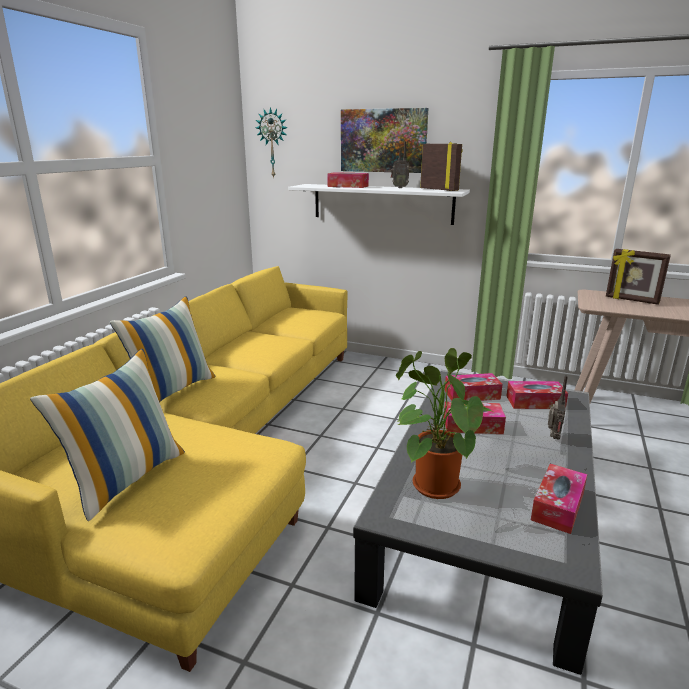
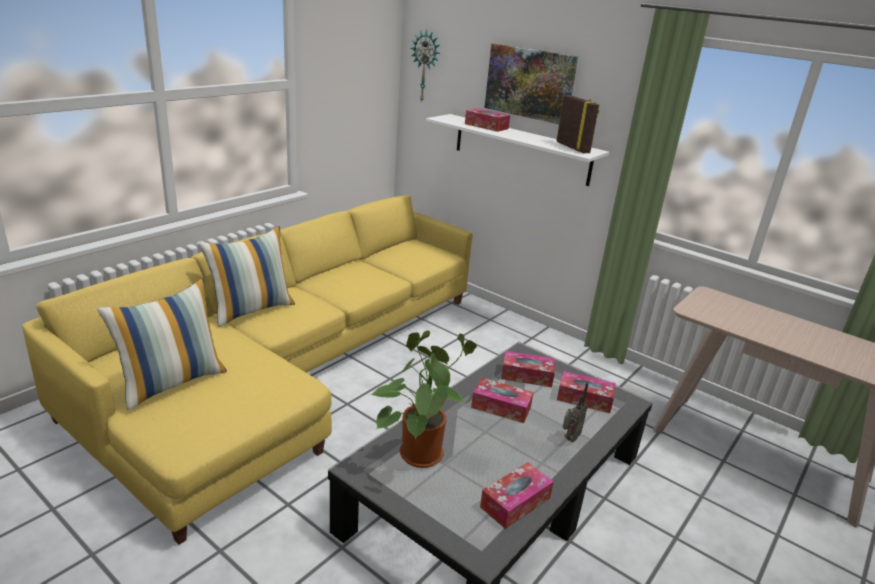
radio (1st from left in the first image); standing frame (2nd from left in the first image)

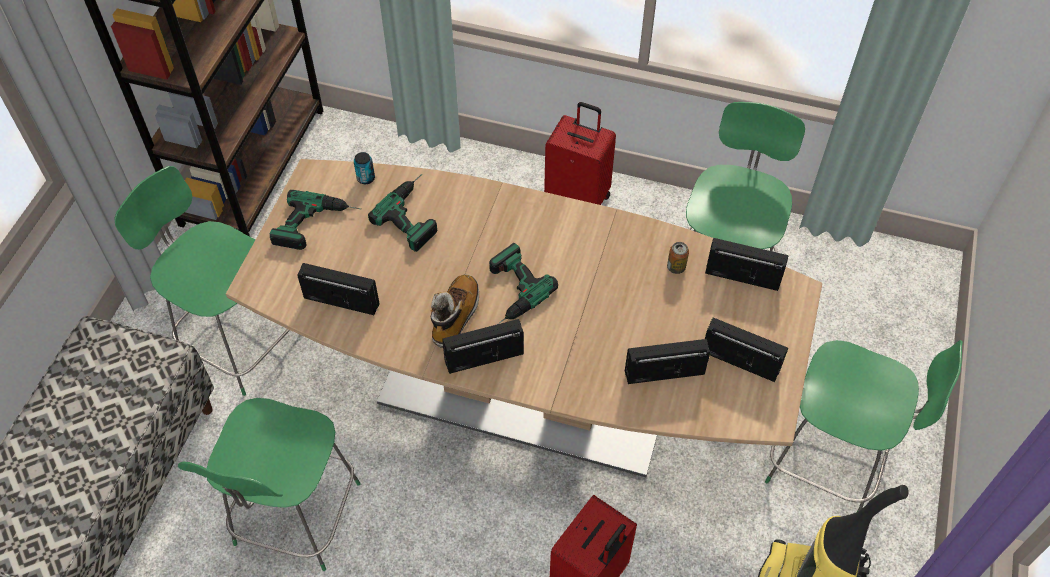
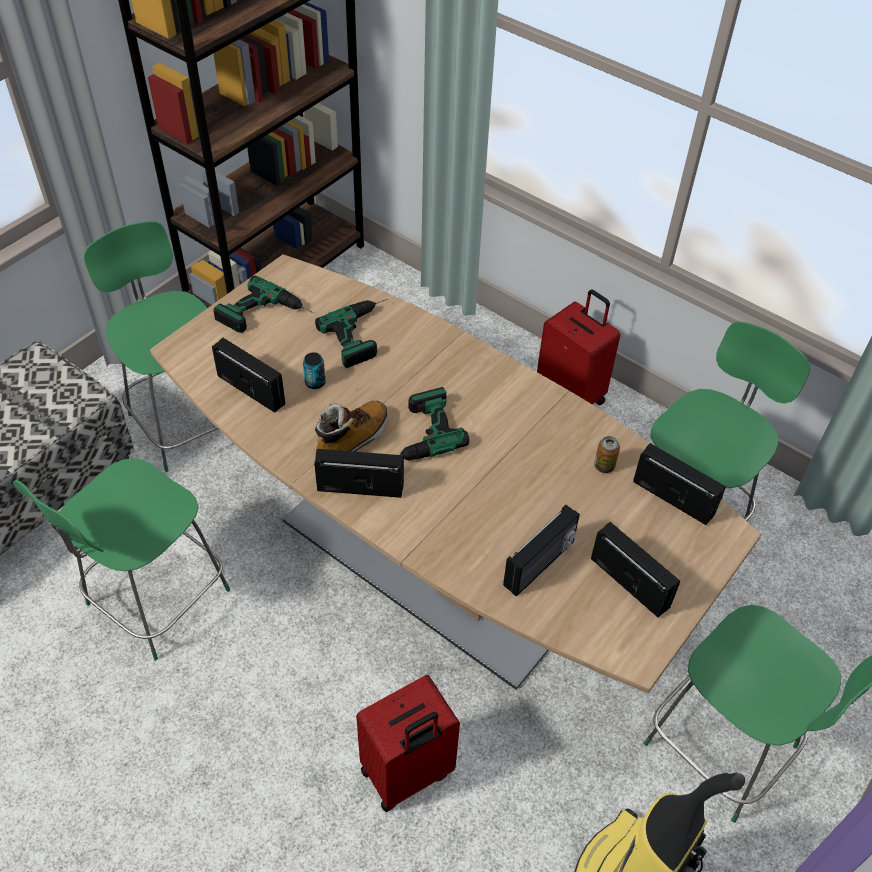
can (1st from left); radio (3rd from left)

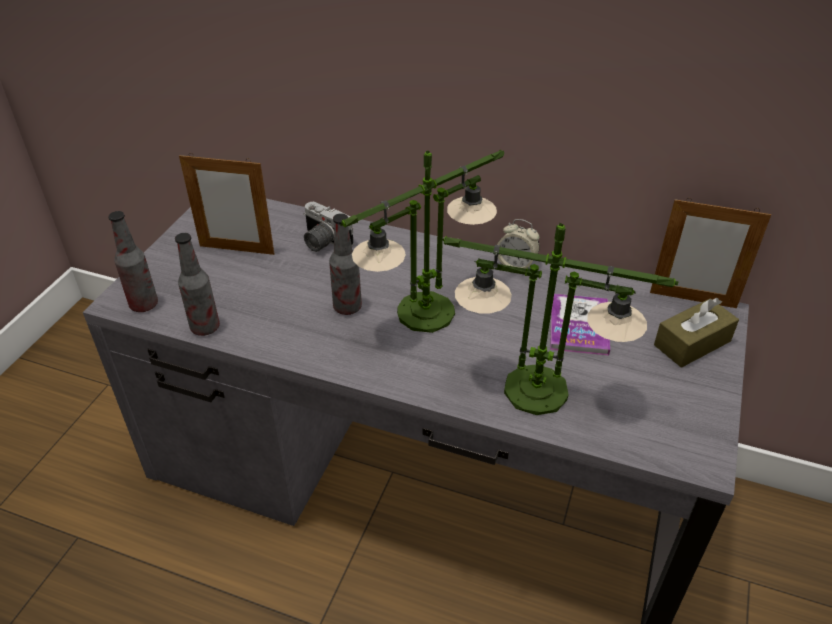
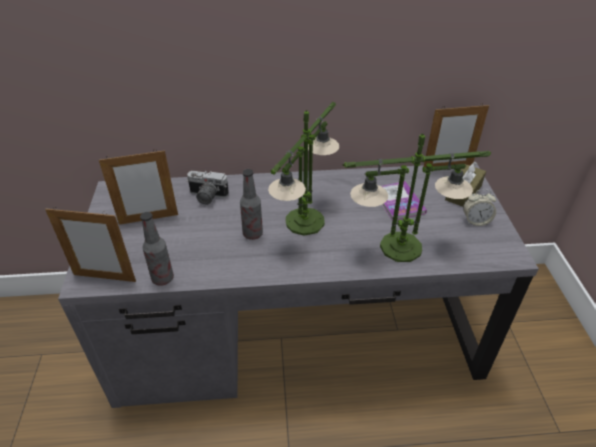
table clock; standing frame (1st from left)

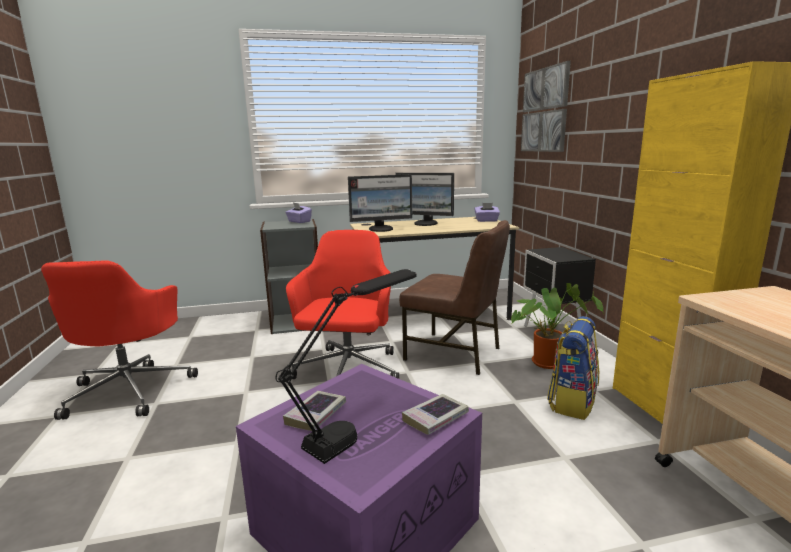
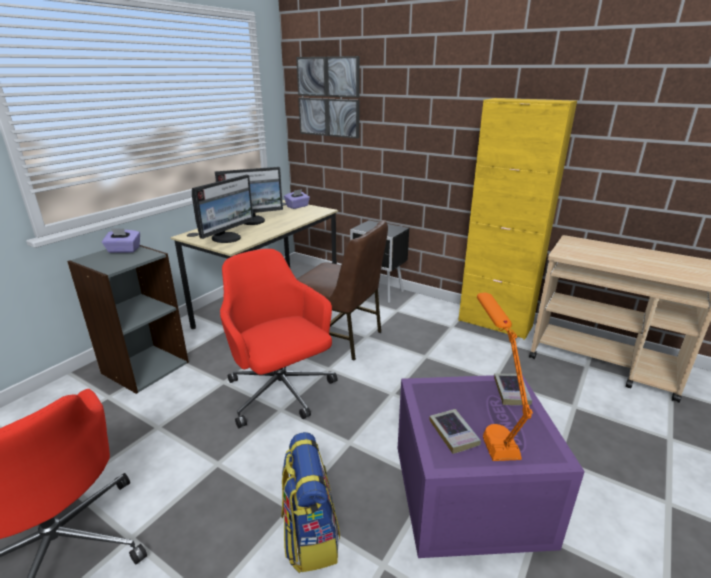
potted plant; backpack; lamp for a table (orangey); upright chair (brown)

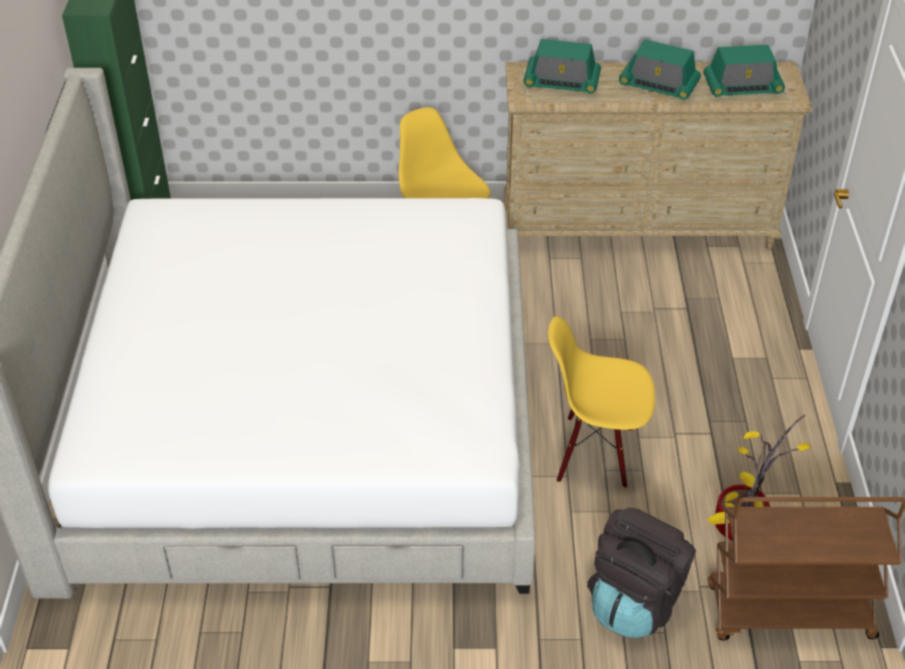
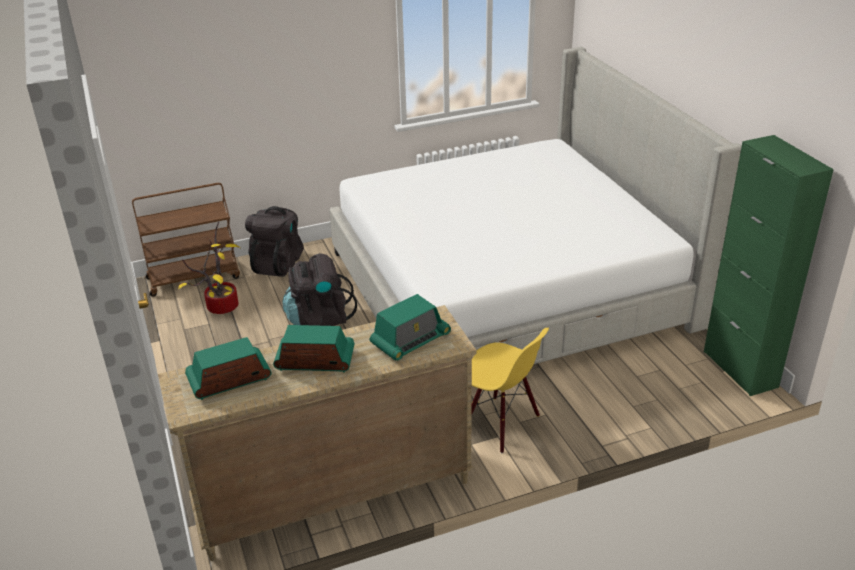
backpack (blackish) (2nd from left); radio (3rd from left)

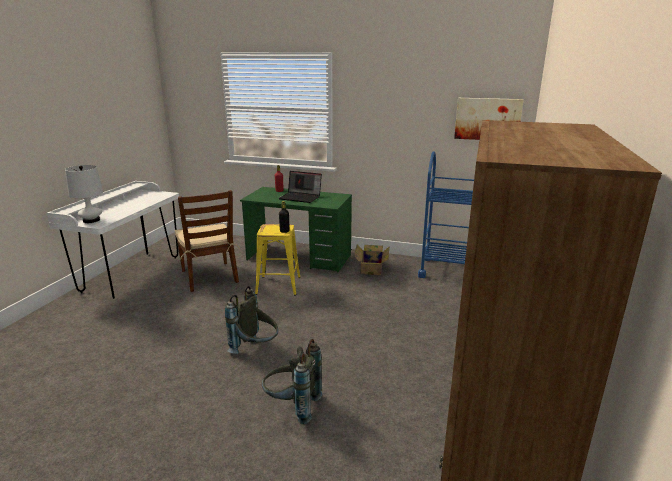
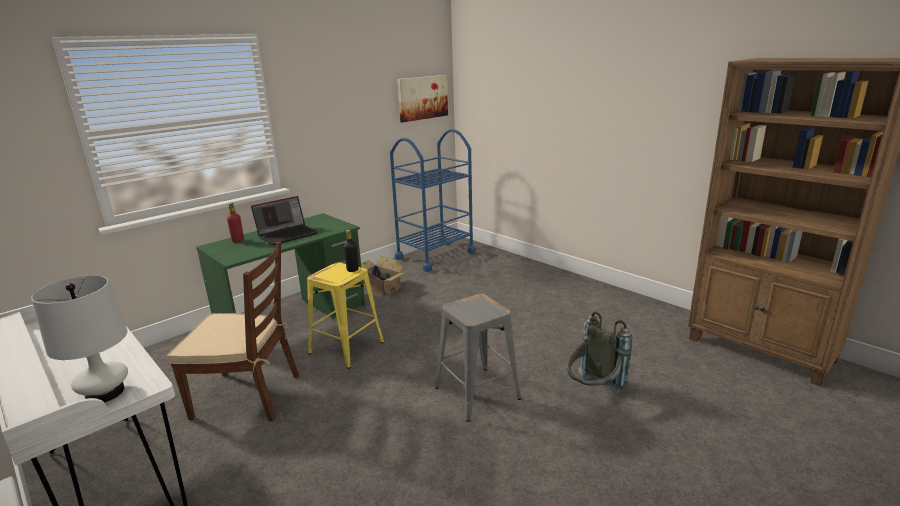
stool (grey)

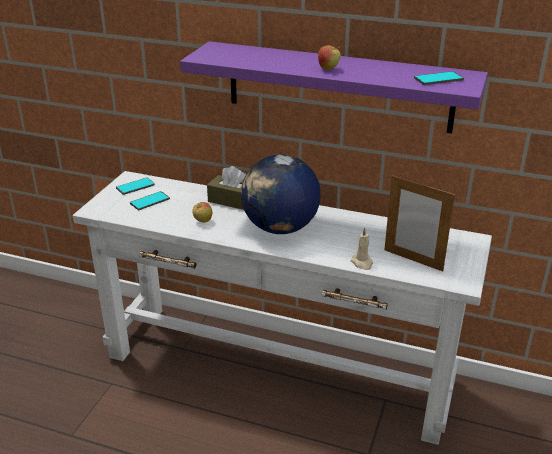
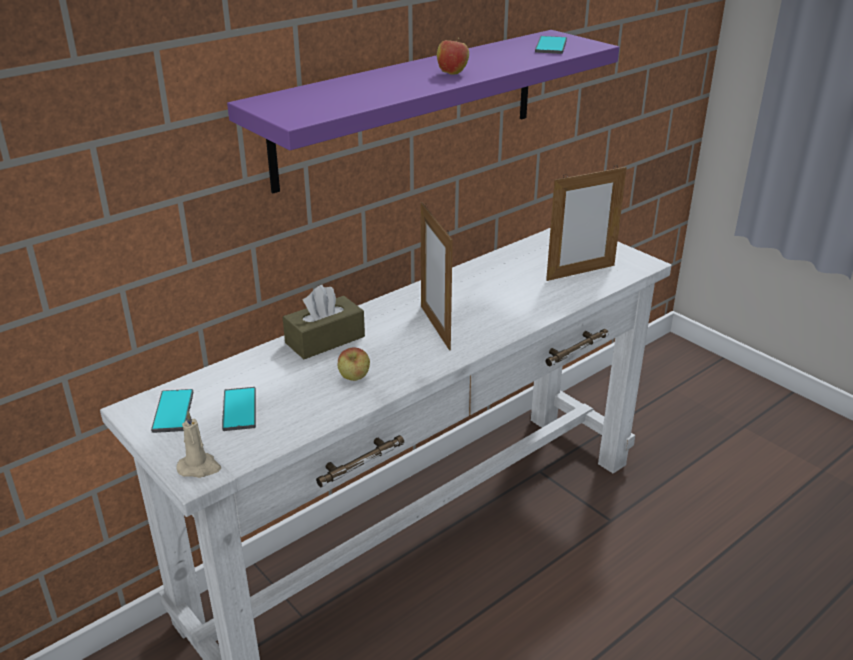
candle (beige-coloured); standing frame (1st from left)

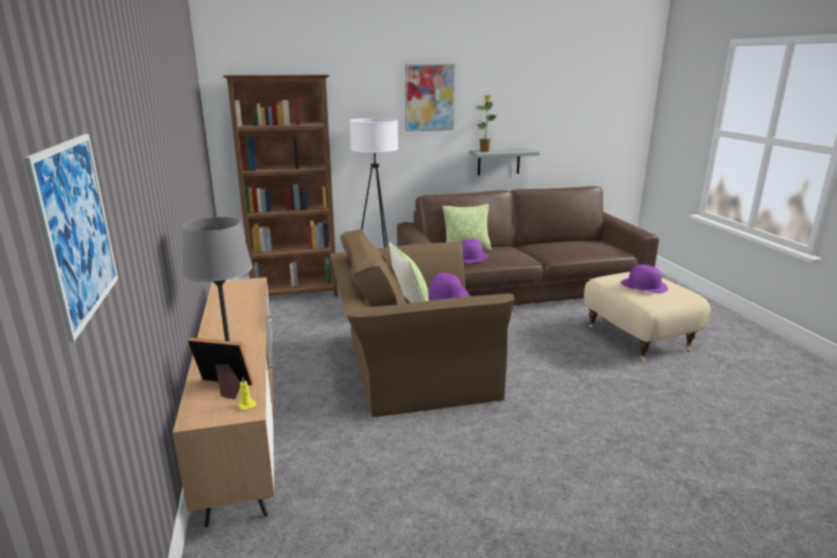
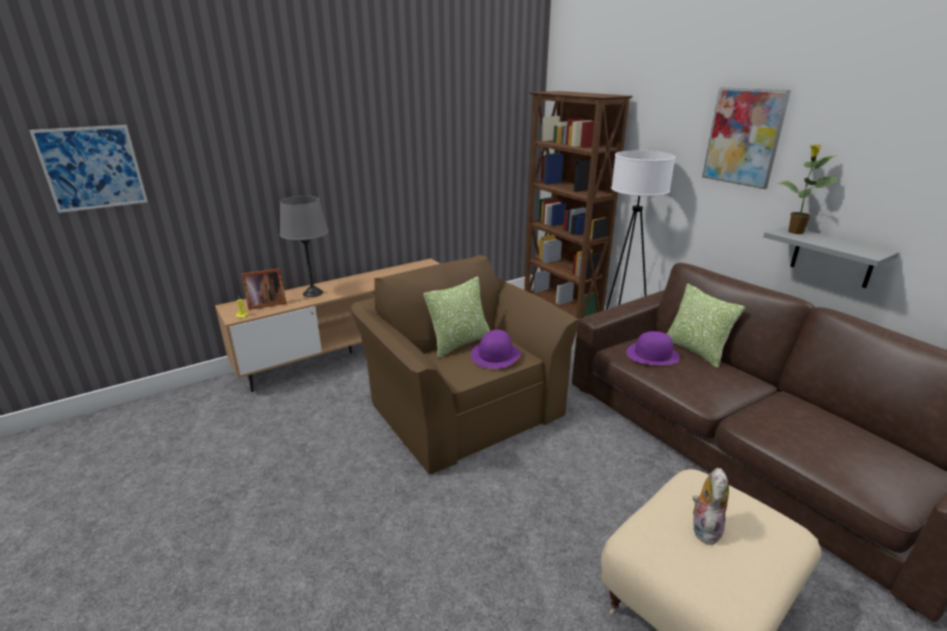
soft toy; standing frame

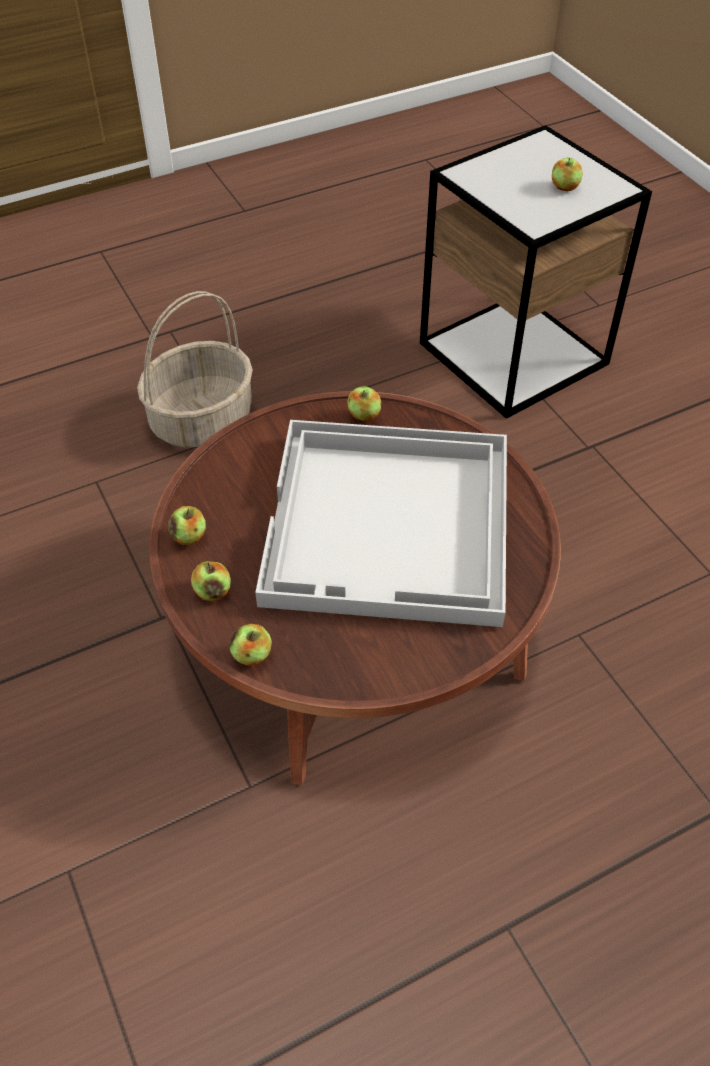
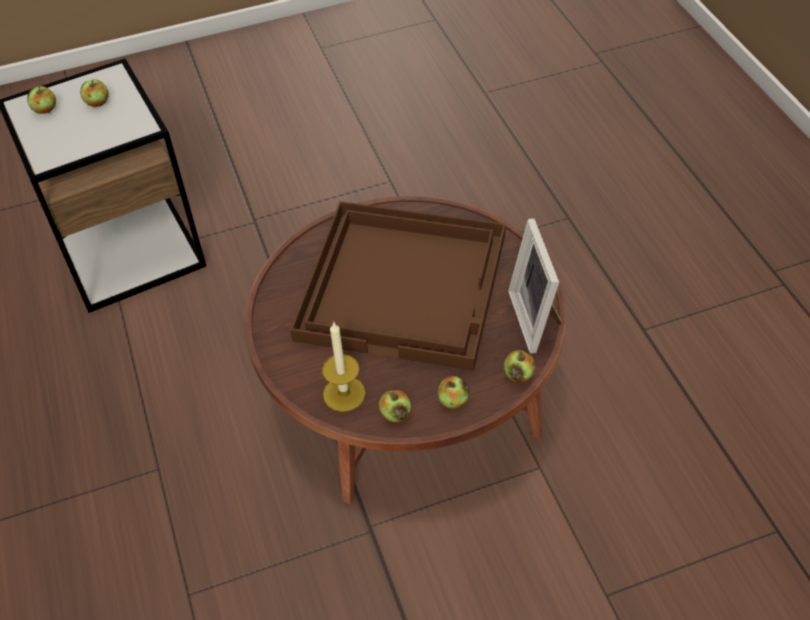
household basket; candle; standing frame; whole apple (1st from left); serving tray (brown)

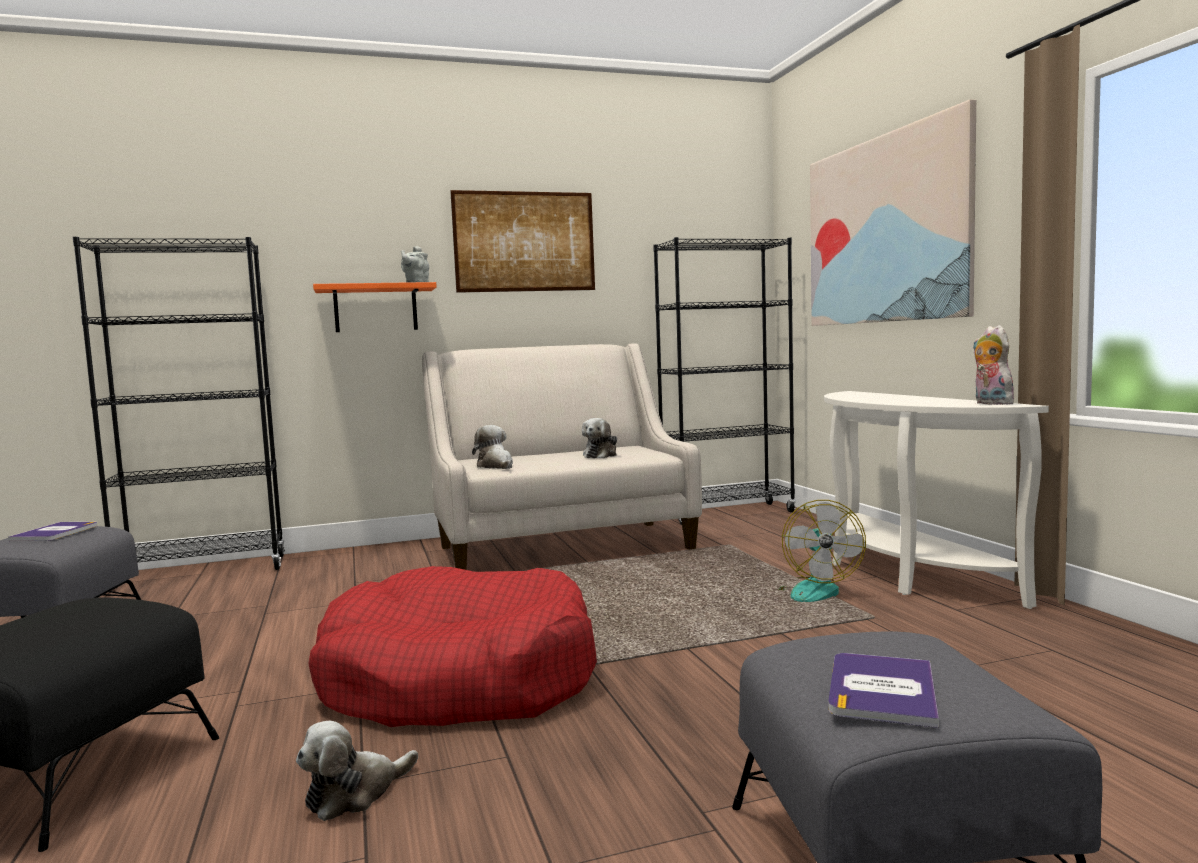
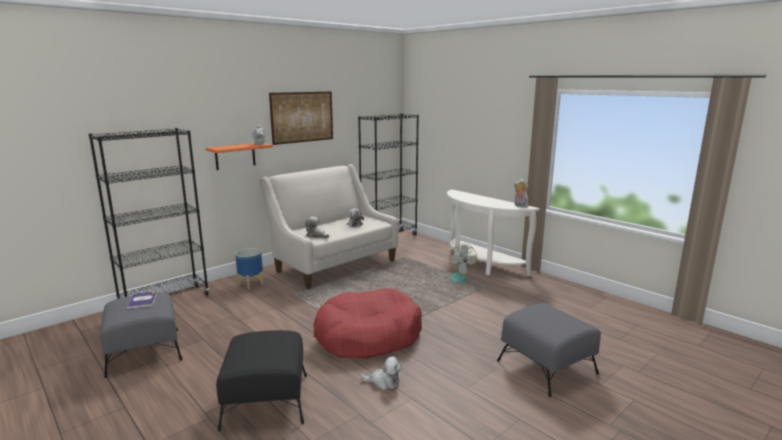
picture (2nd from left in the first image); volume (2nd from left in the first image); plant pot; soft toy (3rd from left)

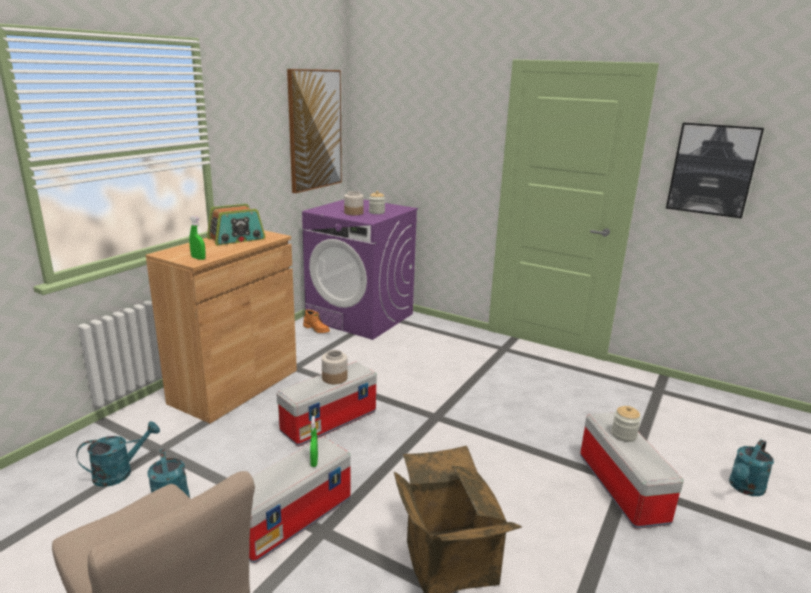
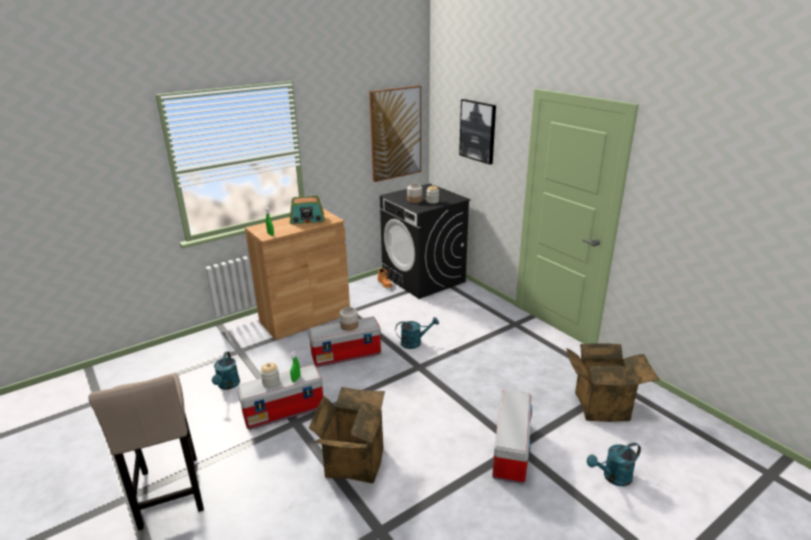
packing box (2nd from left); sprinkling can (blue-green) (2nd from left); preserve jar (1st from left); picture (2nd from left); laundry appliance (blackish)

